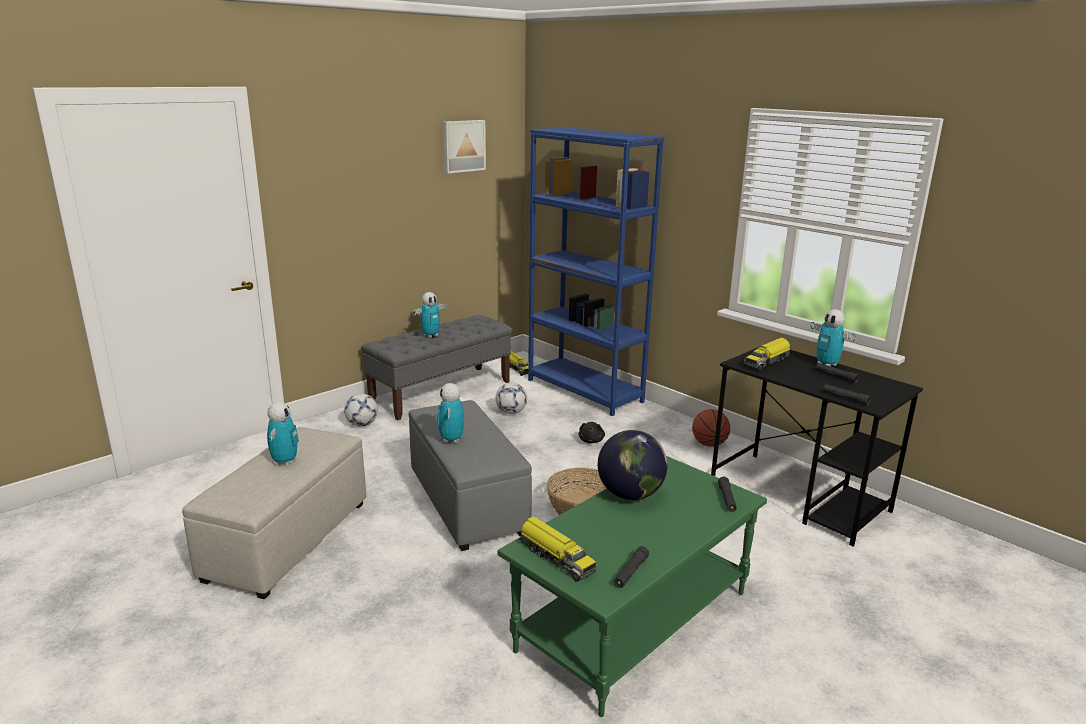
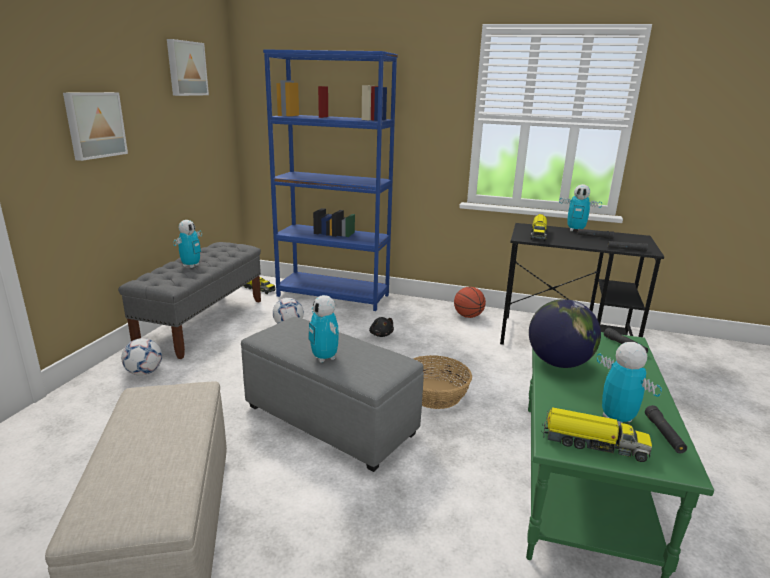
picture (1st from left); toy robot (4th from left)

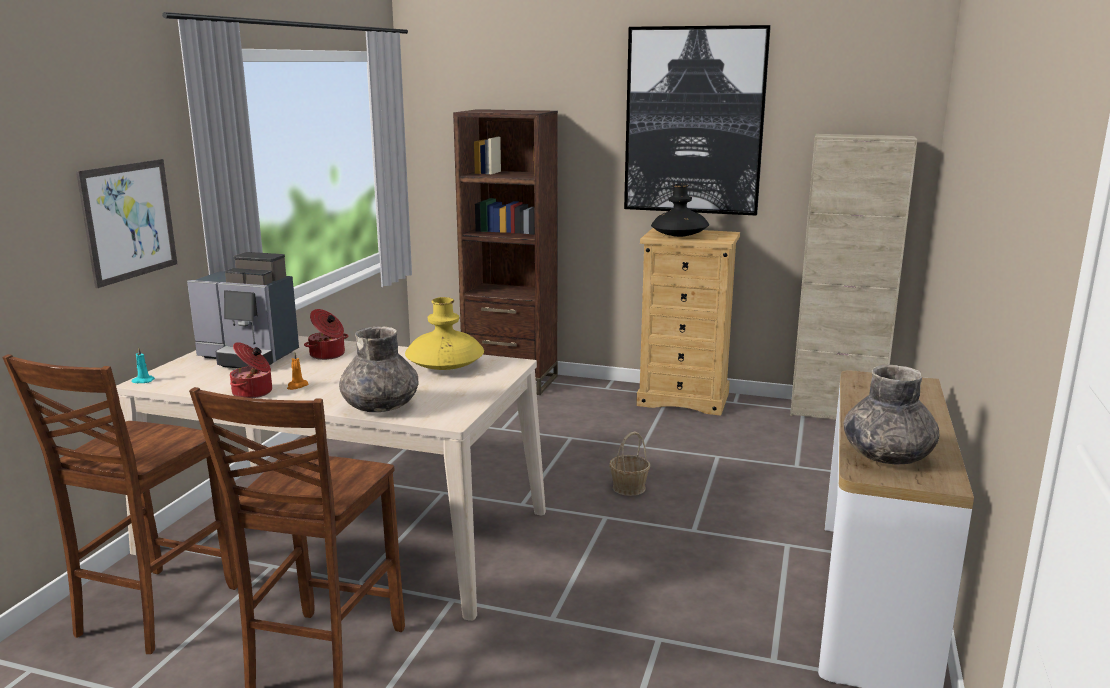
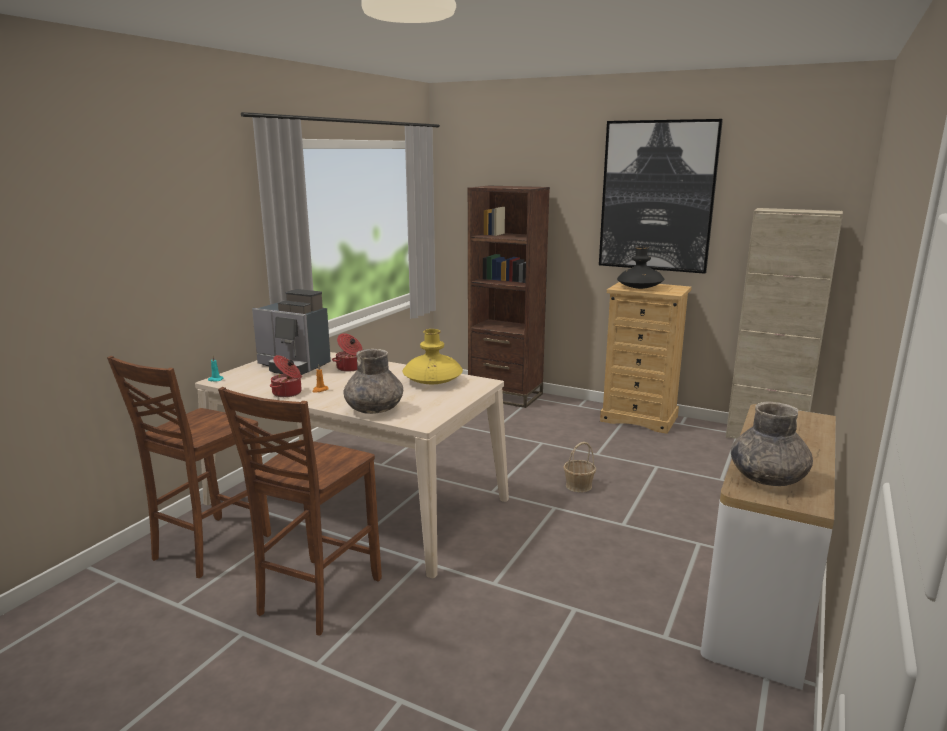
picture (1st from left in the first image)

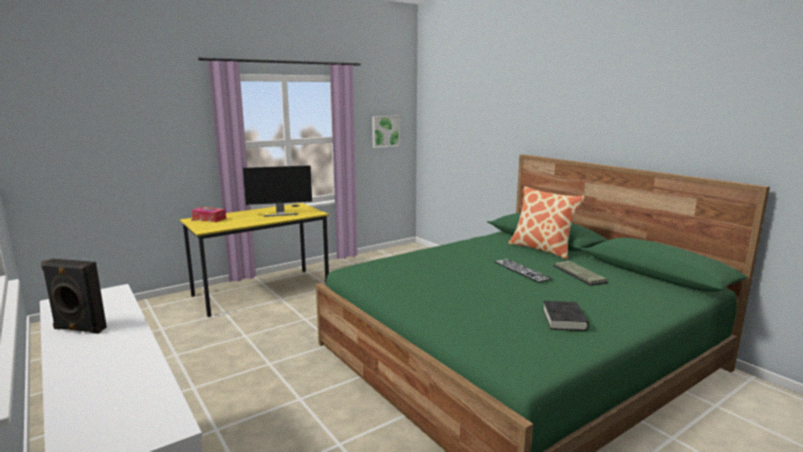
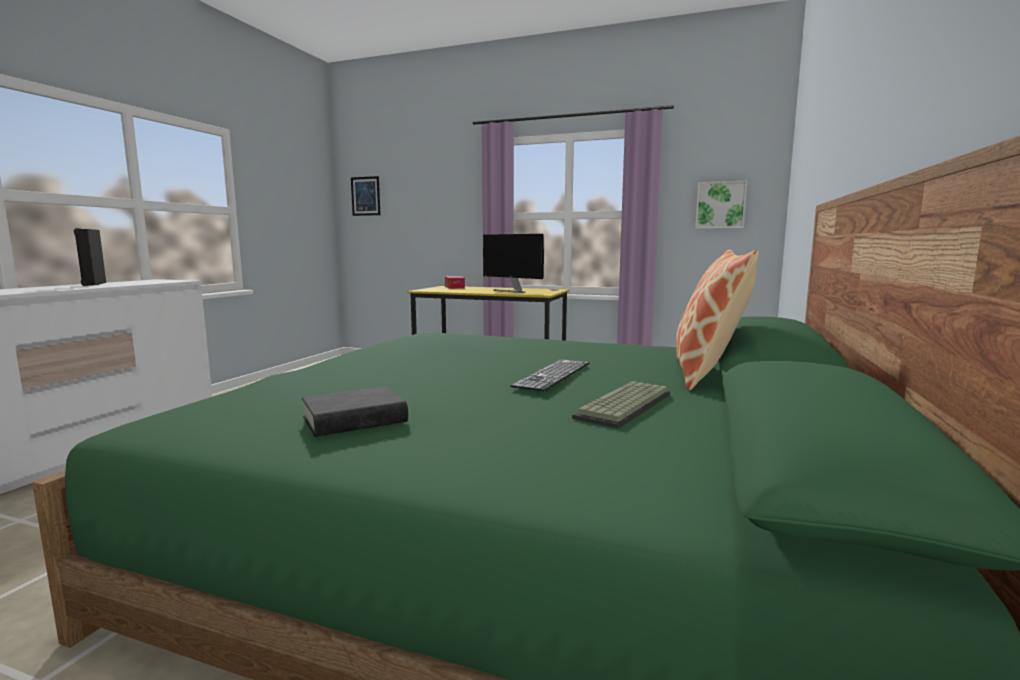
picture (1st from left)

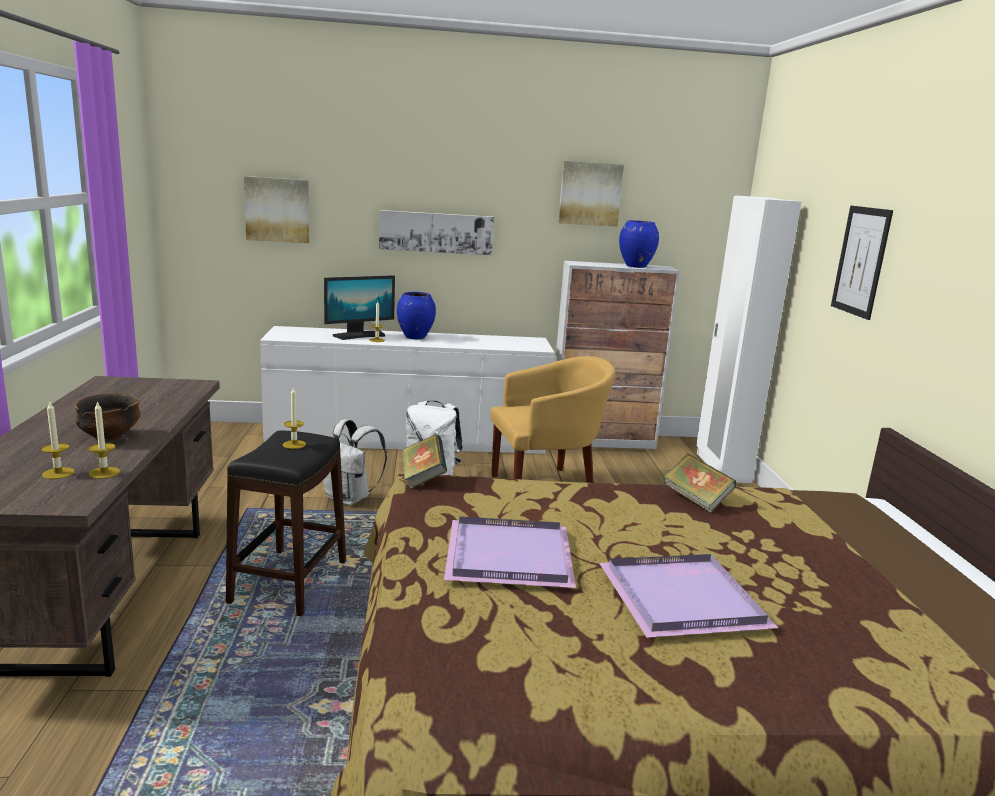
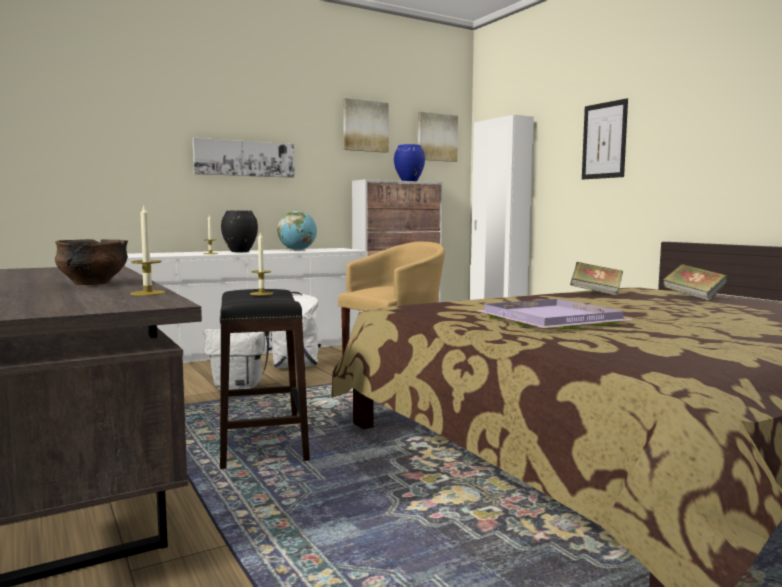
candle (1st from left in the first image); monitor; serving tray (purple) (2nd from left in the first image); desk globe; picture (3rd from left); volume (2nd from left); vase (blackish)

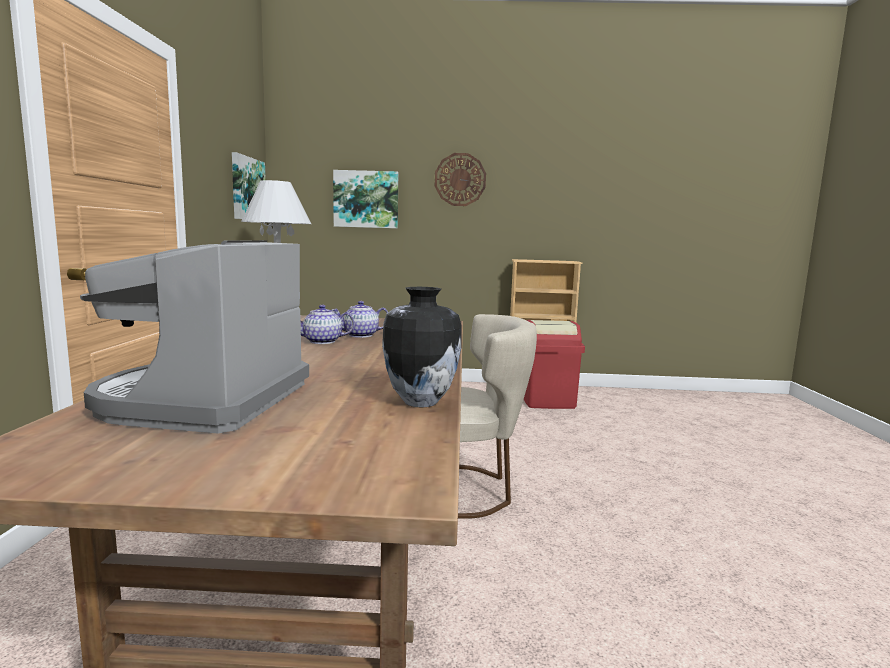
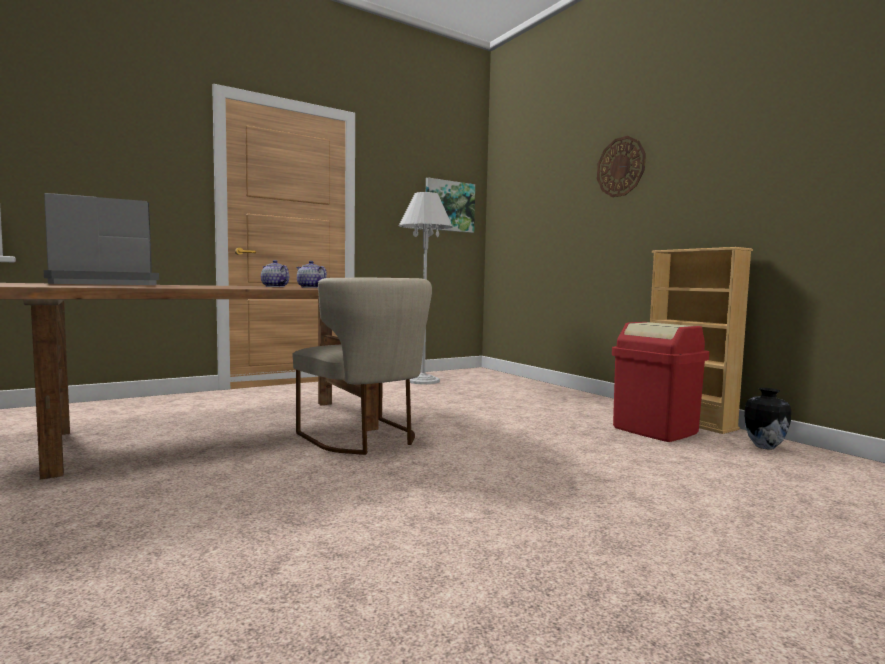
picture (2nd from left in the first image); vase

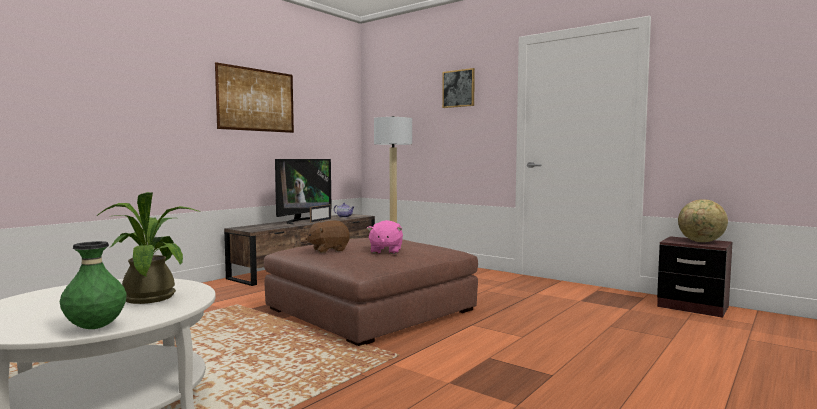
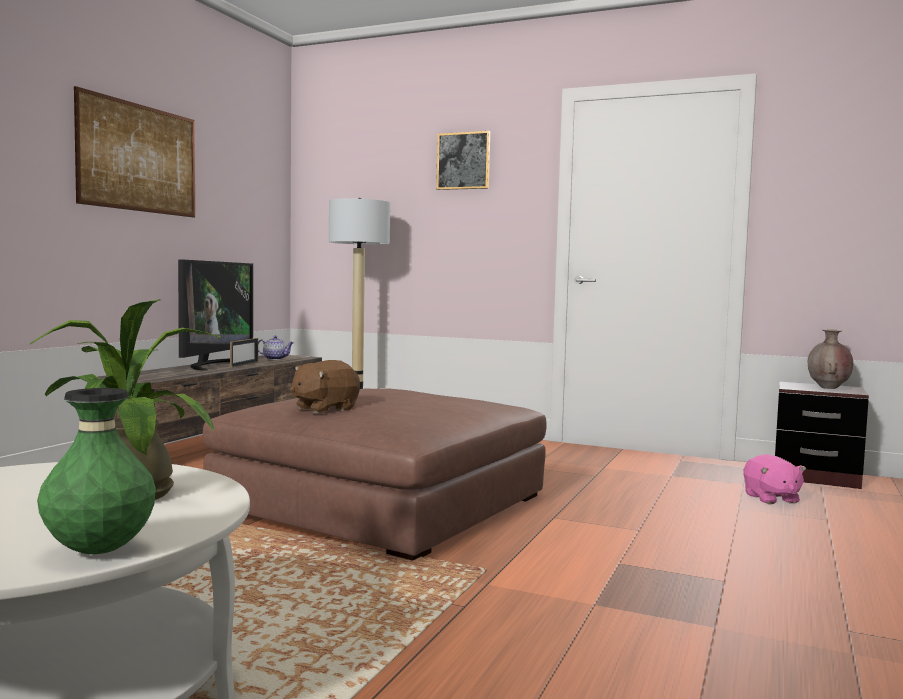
soft toy (pink-coloured); vase (brown)

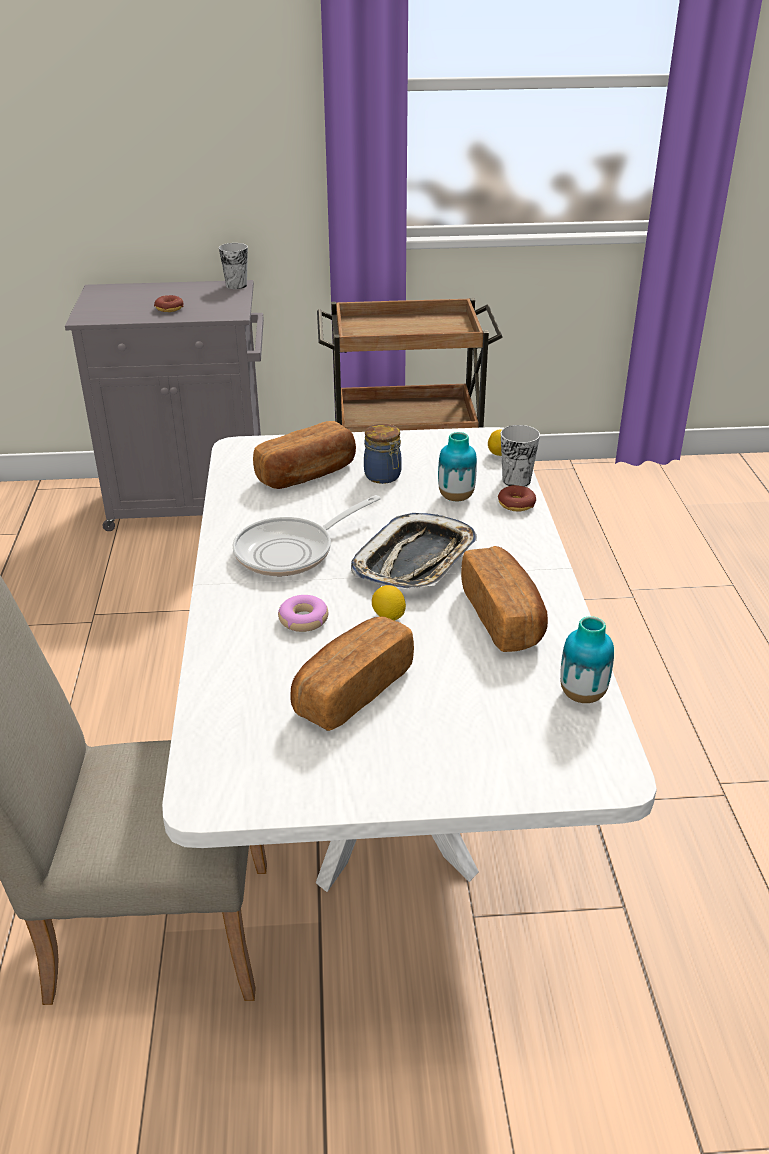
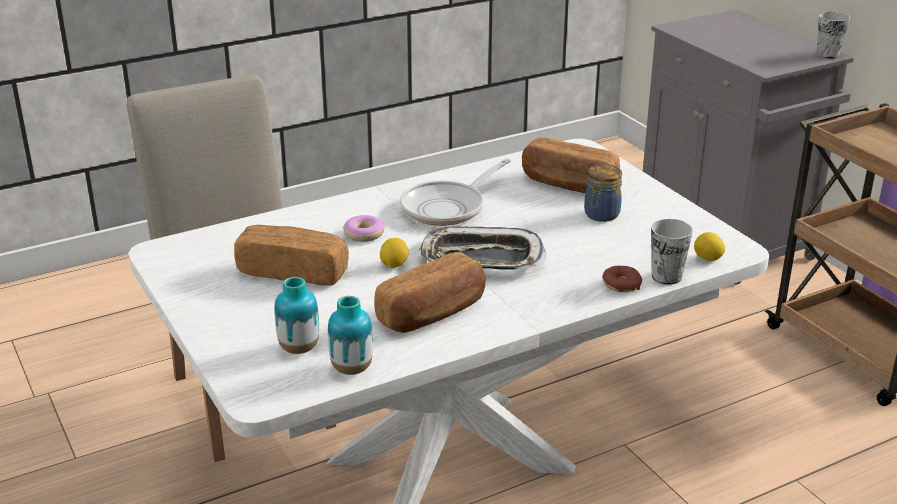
ring doughnut (1st from left in the first image); vase (1st from left); frying pan

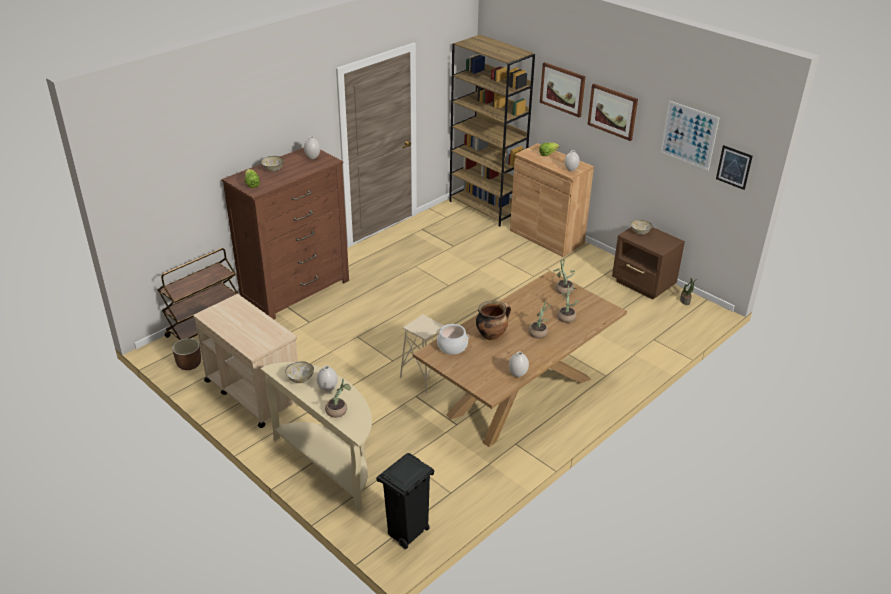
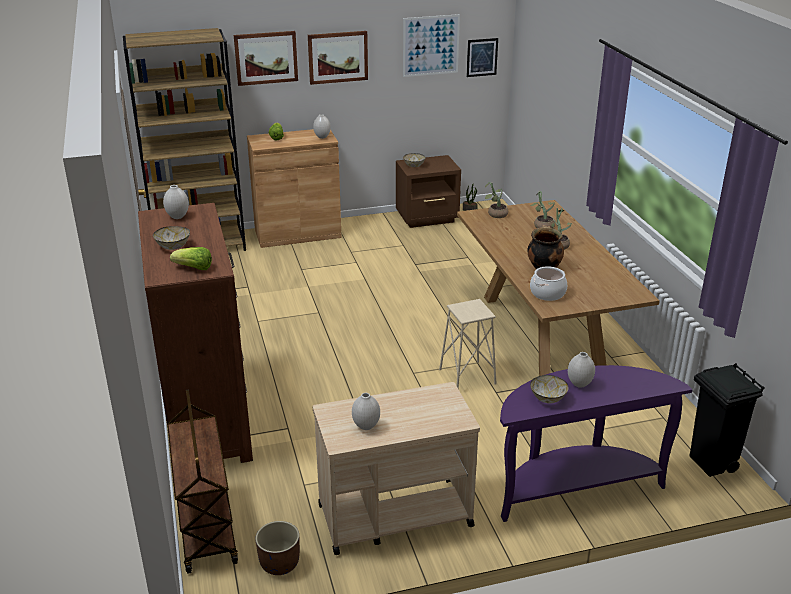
potted plant (1st from left in the first image); vase (white-coloured) (3rd from left); hall table (purple)

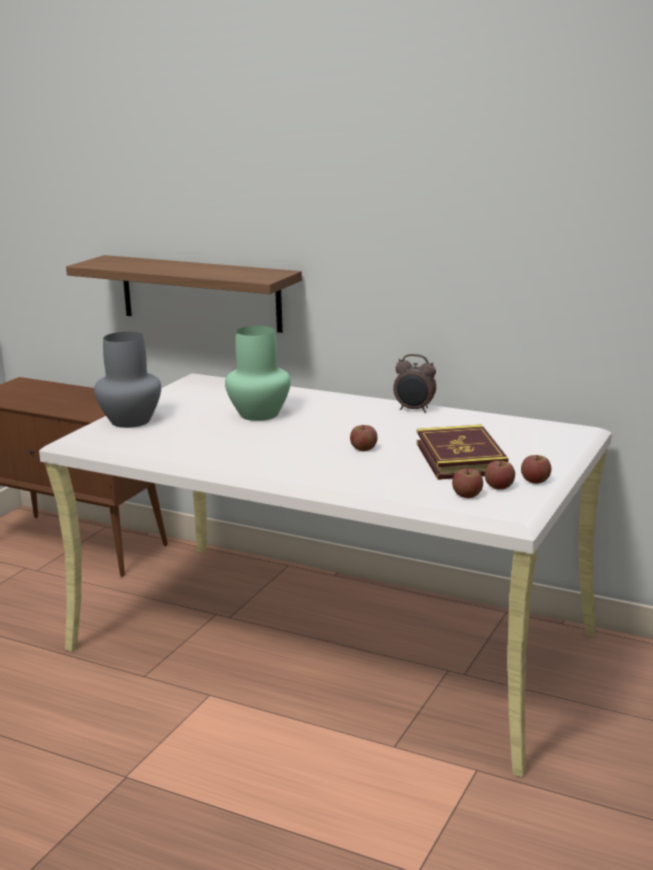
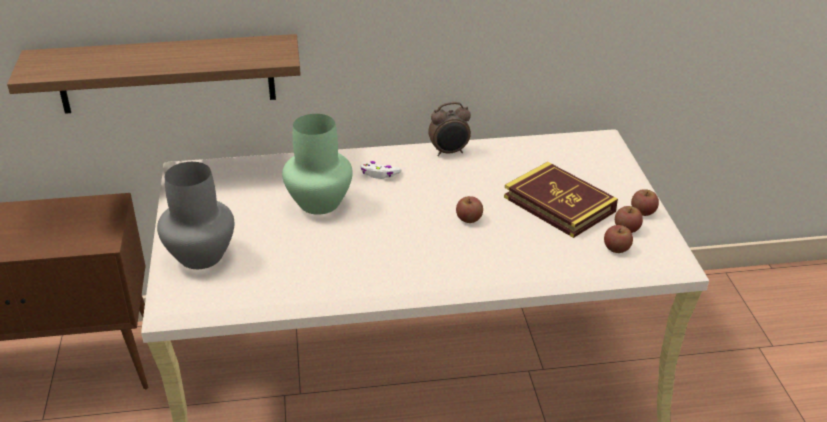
game controller (white-coloured)

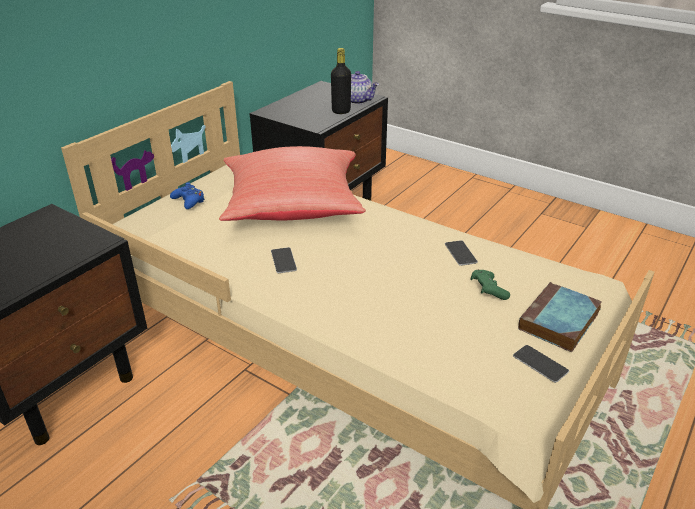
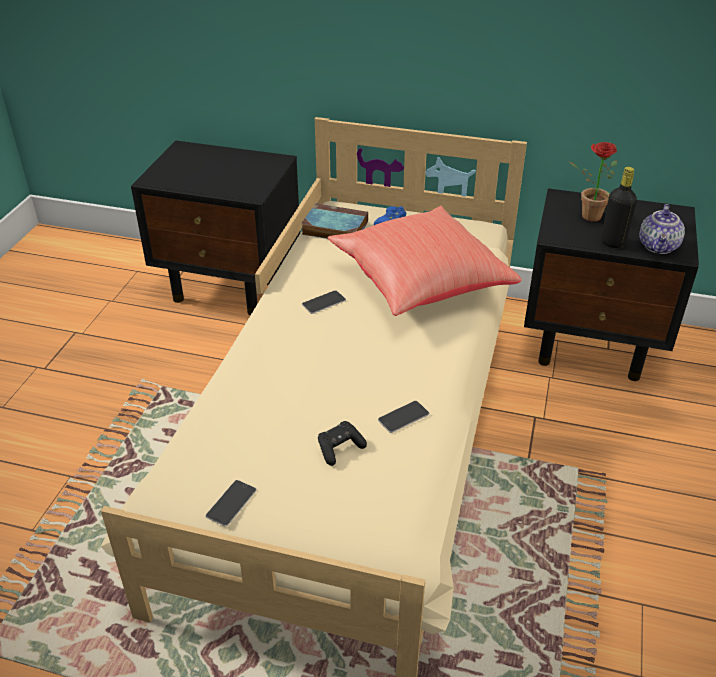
potted plant; volume; game controller (blackish)

